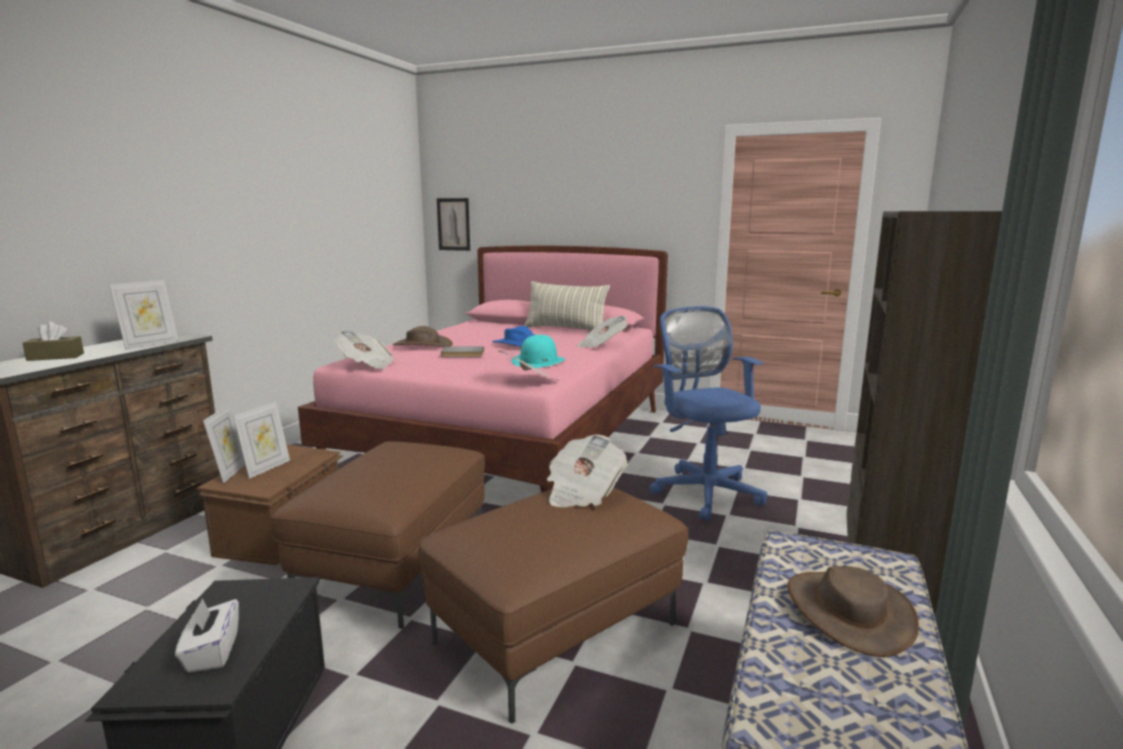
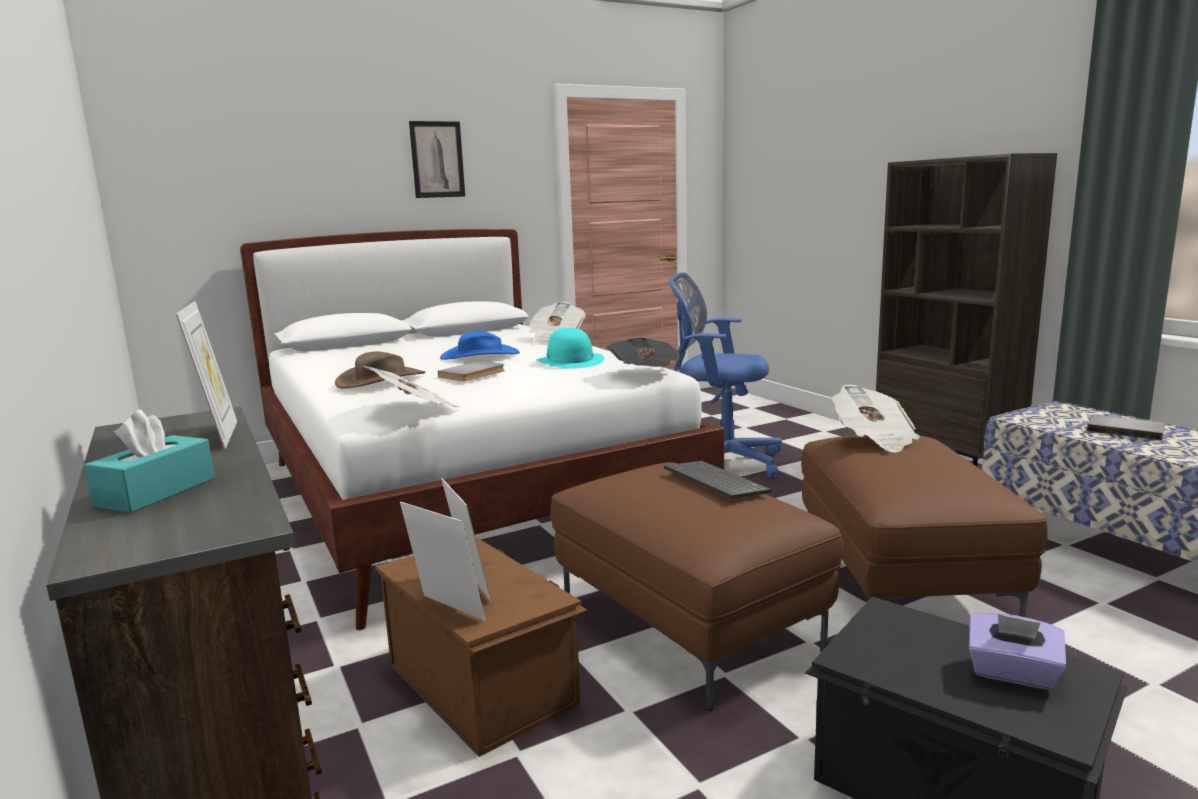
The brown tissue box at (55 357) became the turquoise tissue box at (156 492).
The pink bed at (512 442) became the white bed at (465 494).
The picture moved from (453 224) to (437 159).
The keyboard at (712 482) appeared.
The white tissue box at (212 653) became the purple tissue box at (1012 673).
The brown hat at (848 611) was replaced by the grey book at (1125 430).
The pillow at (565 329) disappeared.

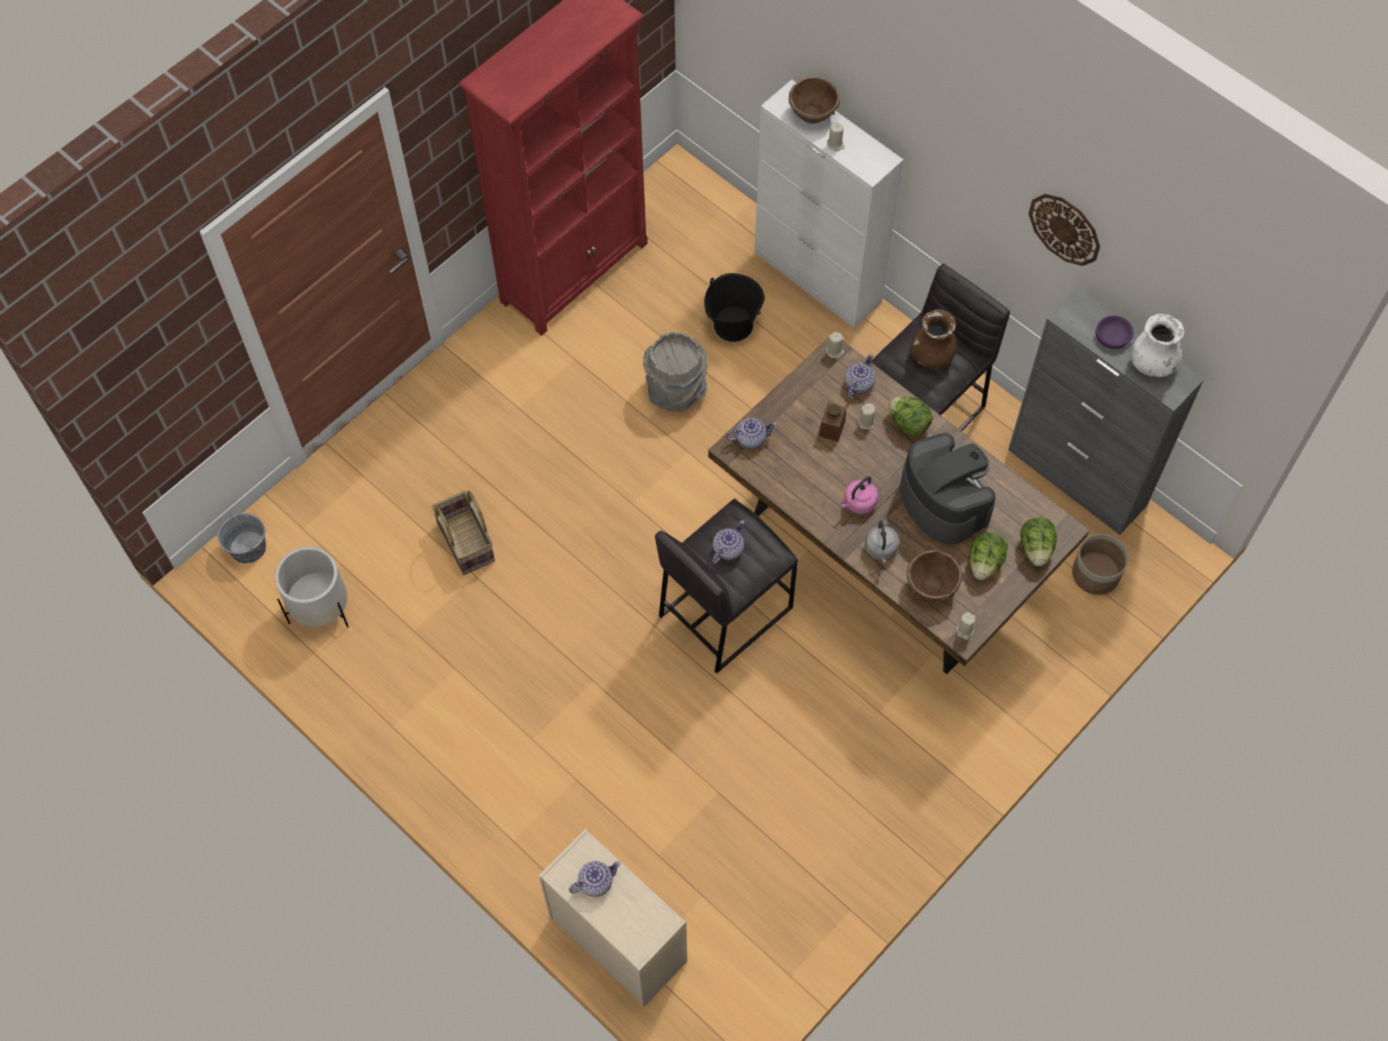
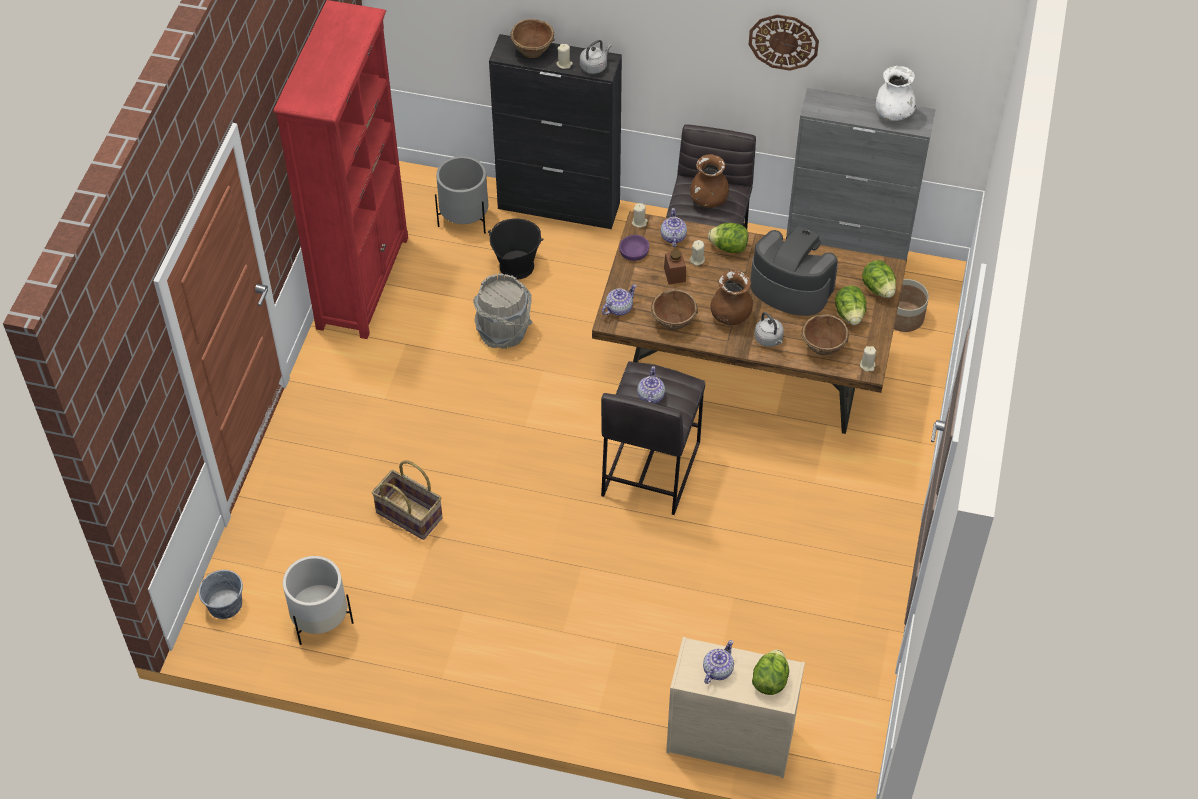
The grey planter at (464 219) appeared.
The white cabinet at (818 278) became the black cabinet at (559 206).
The grey kettle at (594 66) appeared.
The purple bowl moved from (1113 335) to (634 251).
The brown bowl at (673 323) appeared.
The pink kettle at (858 503) was replaced by the brown vase at (730 316).
The lettuce at (770 680) appeared.

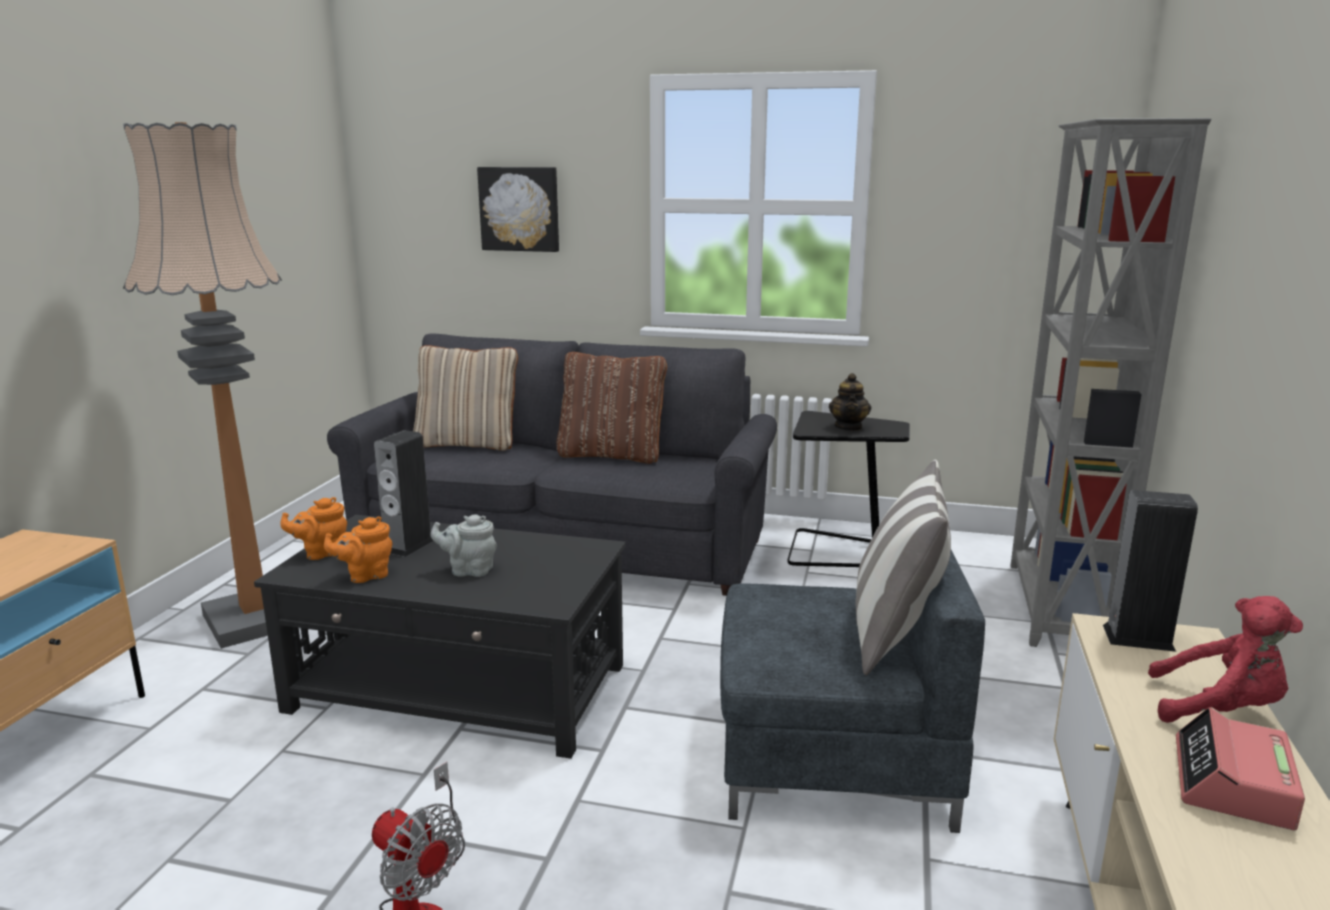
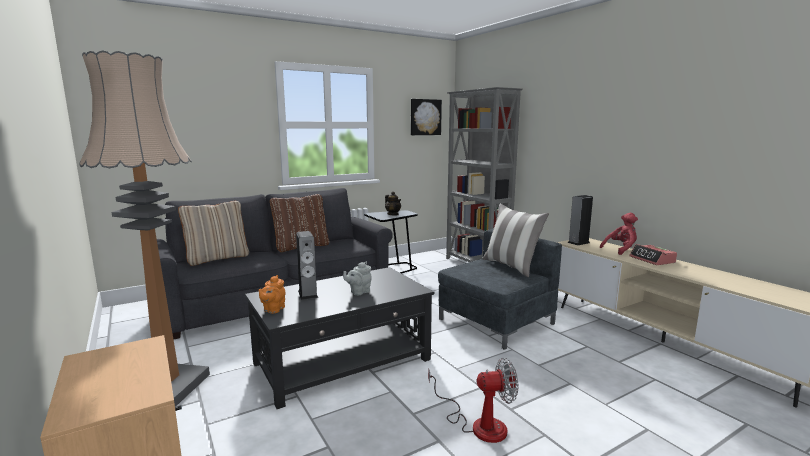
The picture moved from (520 209) to (425 117).
The orange teapot at (365 575) disappeared.

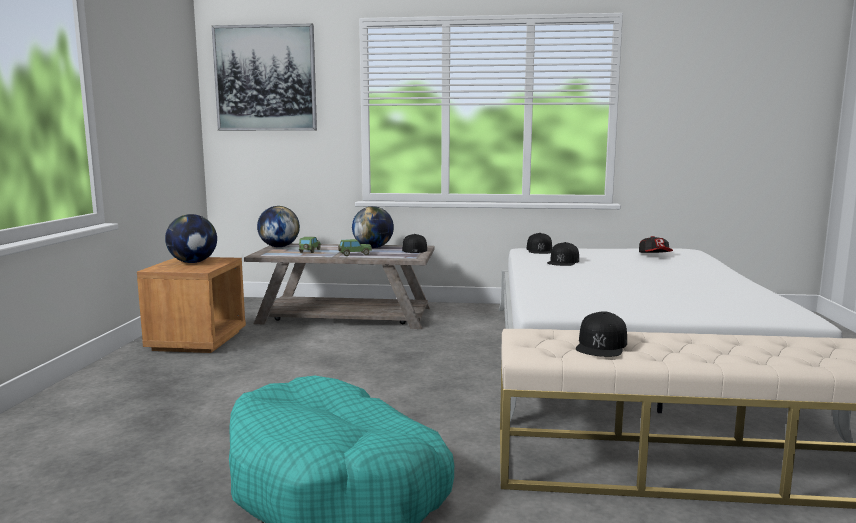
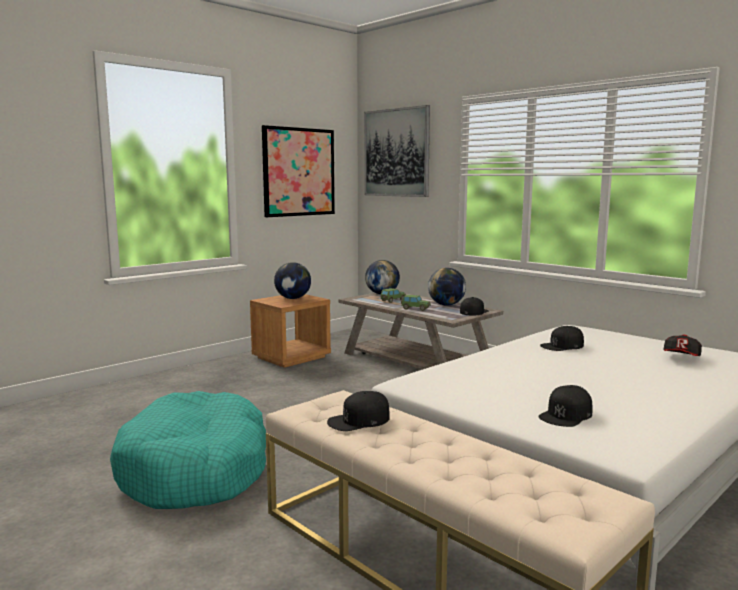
The picture at (299 172) appeared.
The black cap moved from (540 250) to (566 415).

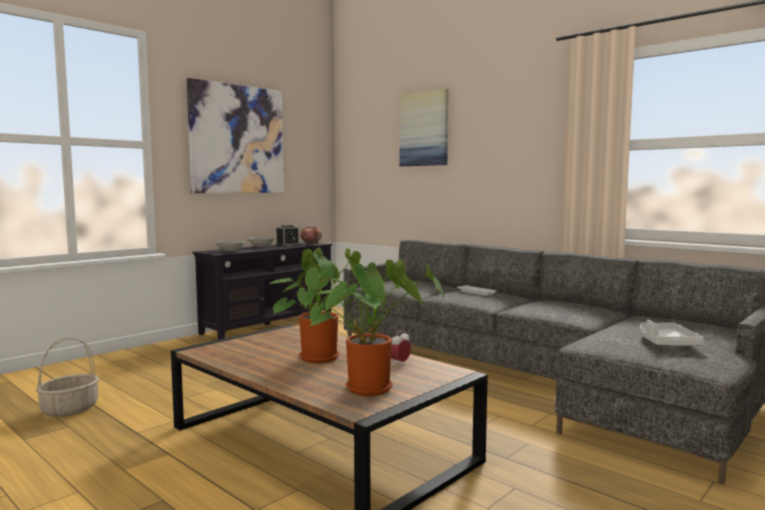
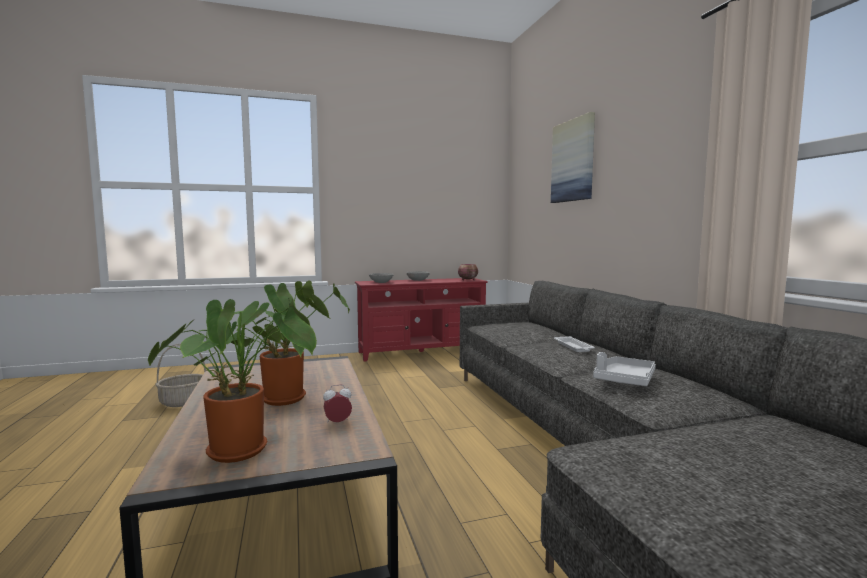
The black tv stand at (268 325) became the red tv stand at (421 352).
The grey tray moved from (666 343) to (624 380).
The picture at (237 139) disappeared.
The alarm clock at (288 245) disappeared.

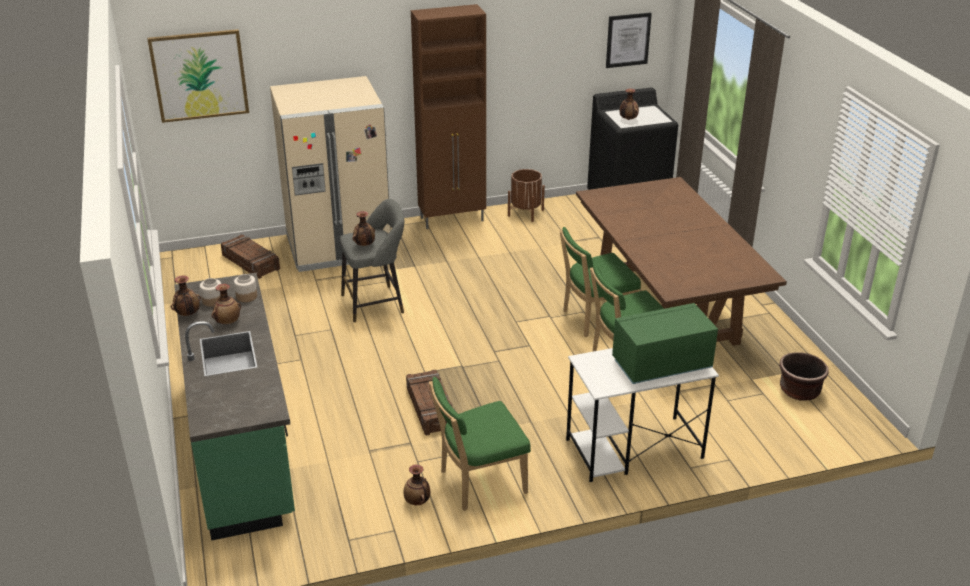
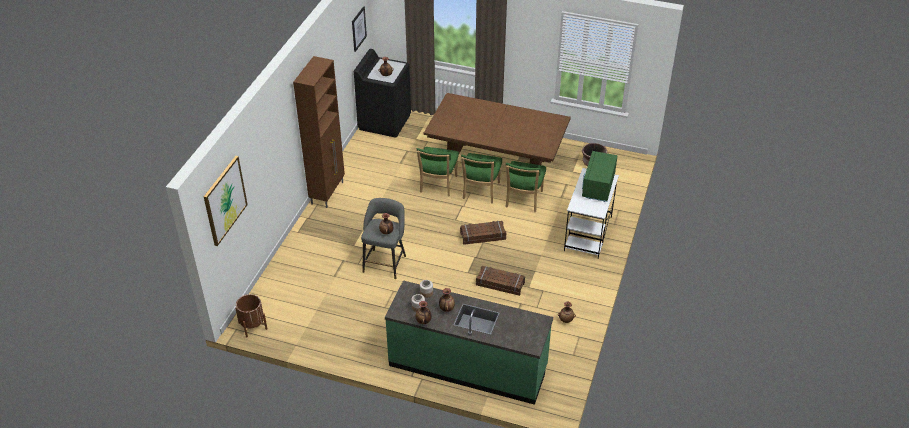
The brown planter moved from (525 213) to (253 326).
The green chair moved from (479 483) to (437 185).
The crate moved from (250 262) to (483 236).
The beige fridge at (338 247) disappeared.

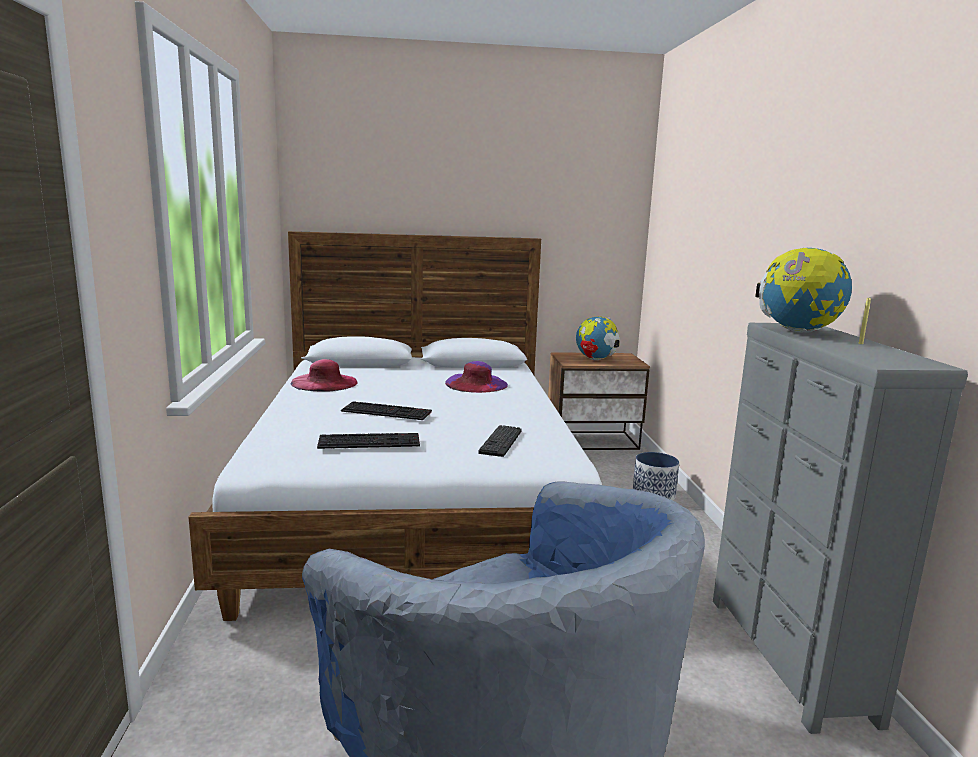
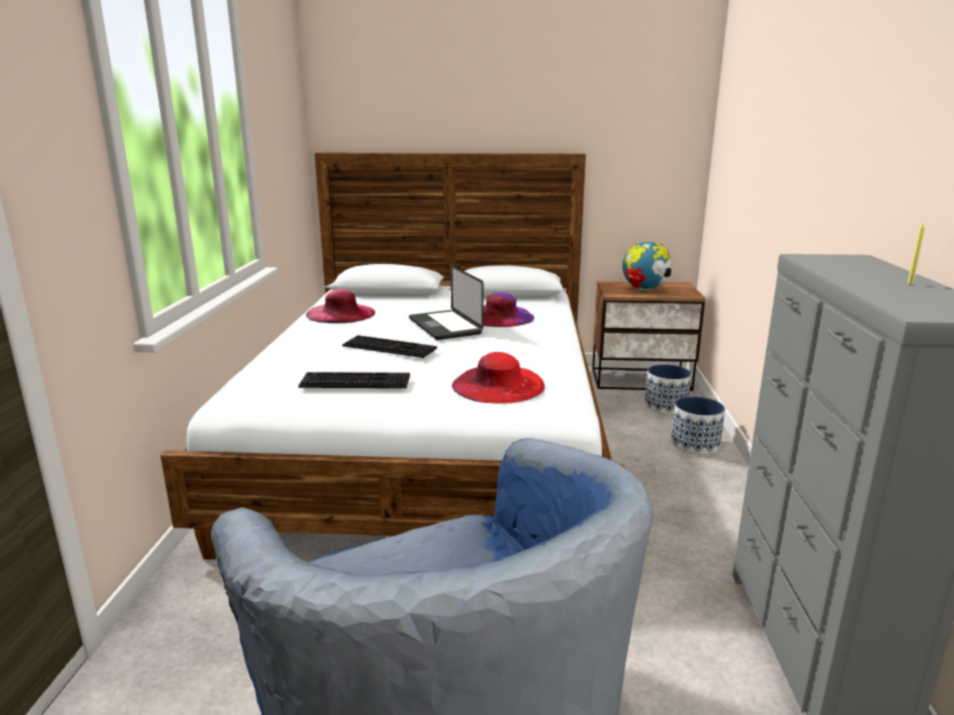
The laptop at (444 326) appeared.
The keyboard at (500 441) was replaced by the red hat at (498 385).
The planter at (666 407) appeared.
The globe at (798 331) disappeared.

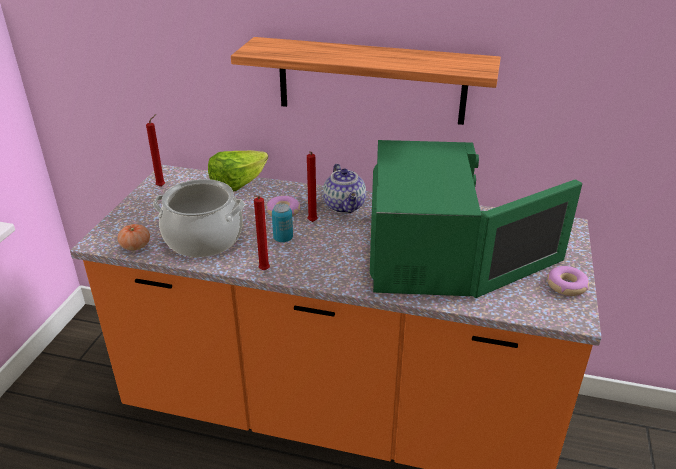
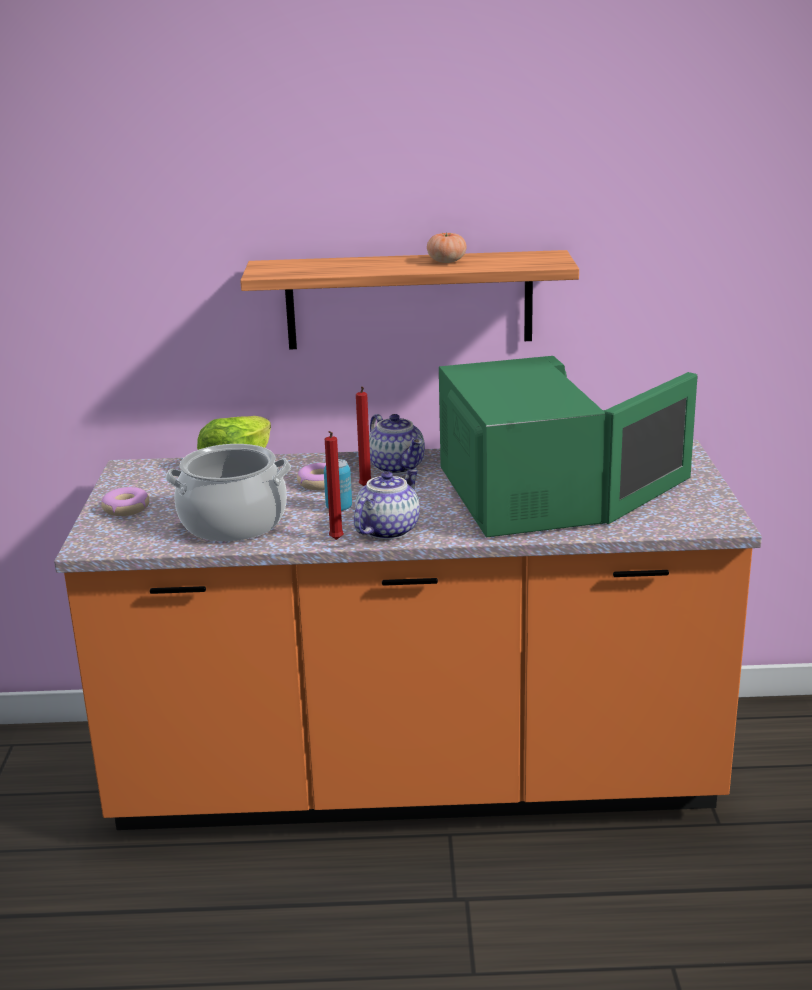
The donut moved from (566 286) to (126 508).
The teapot at (387 530) appeared.
The tomato moved from (135 246) to (446 261).
The red candle at (162 186) disappeared.

